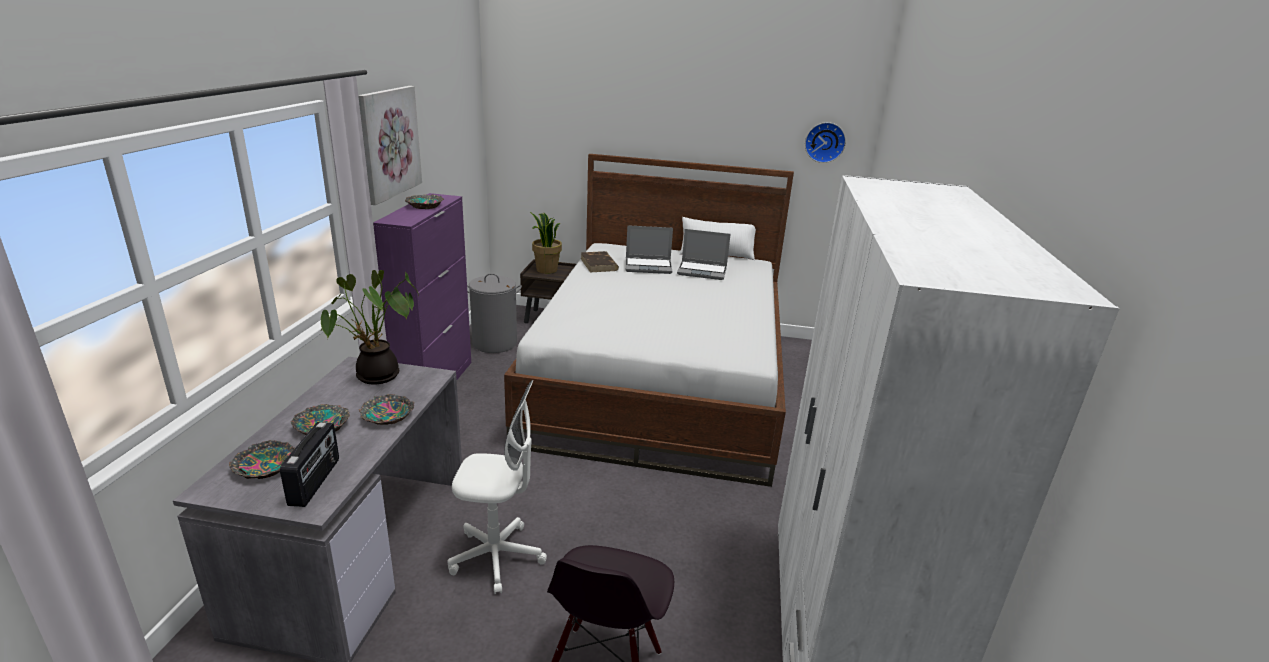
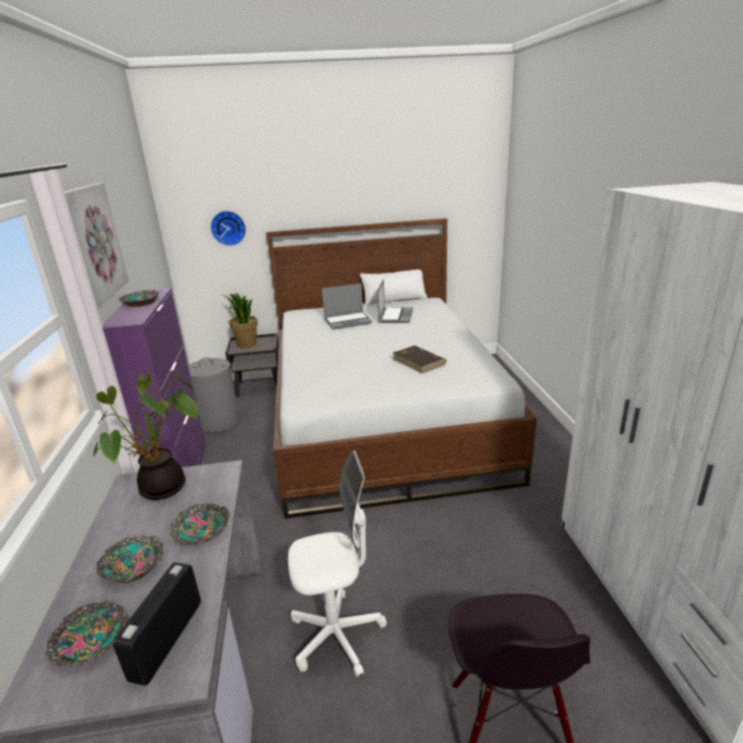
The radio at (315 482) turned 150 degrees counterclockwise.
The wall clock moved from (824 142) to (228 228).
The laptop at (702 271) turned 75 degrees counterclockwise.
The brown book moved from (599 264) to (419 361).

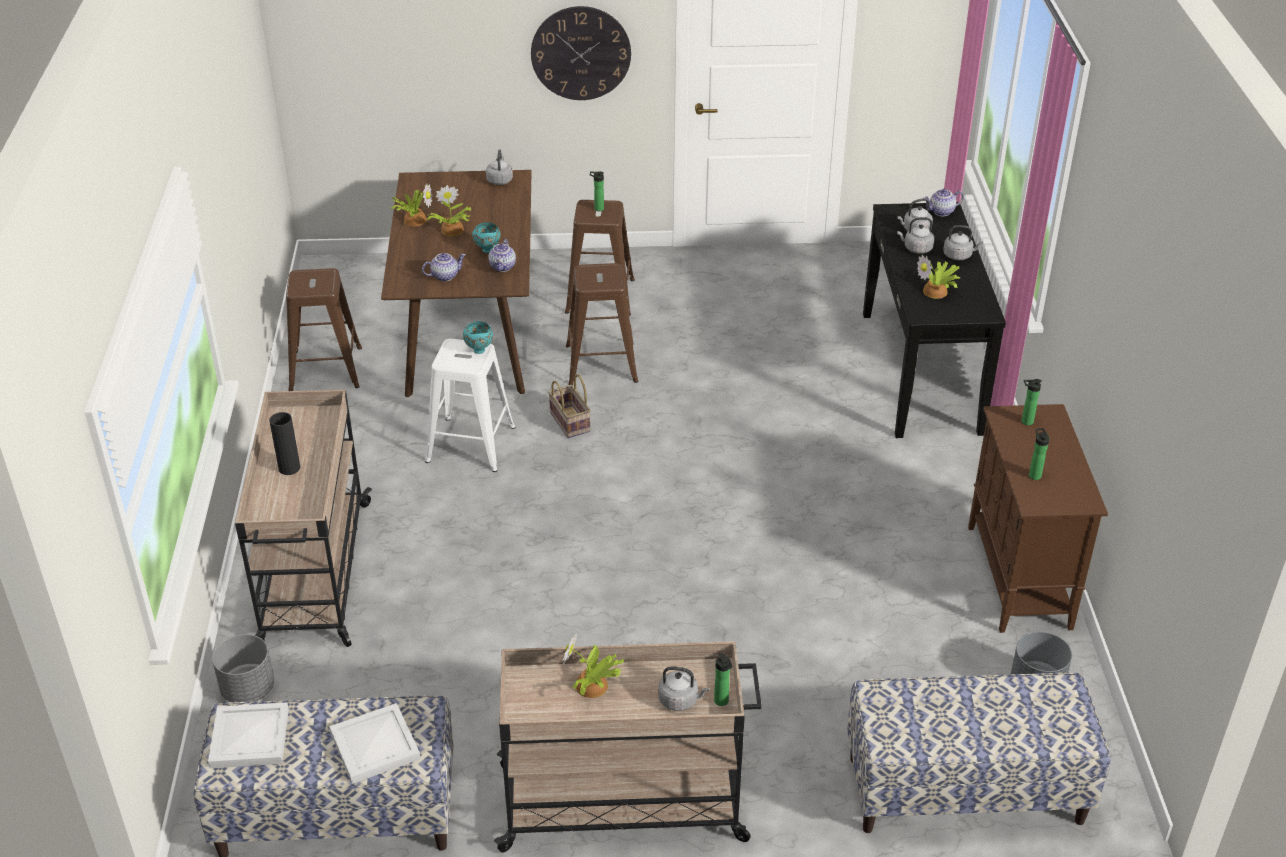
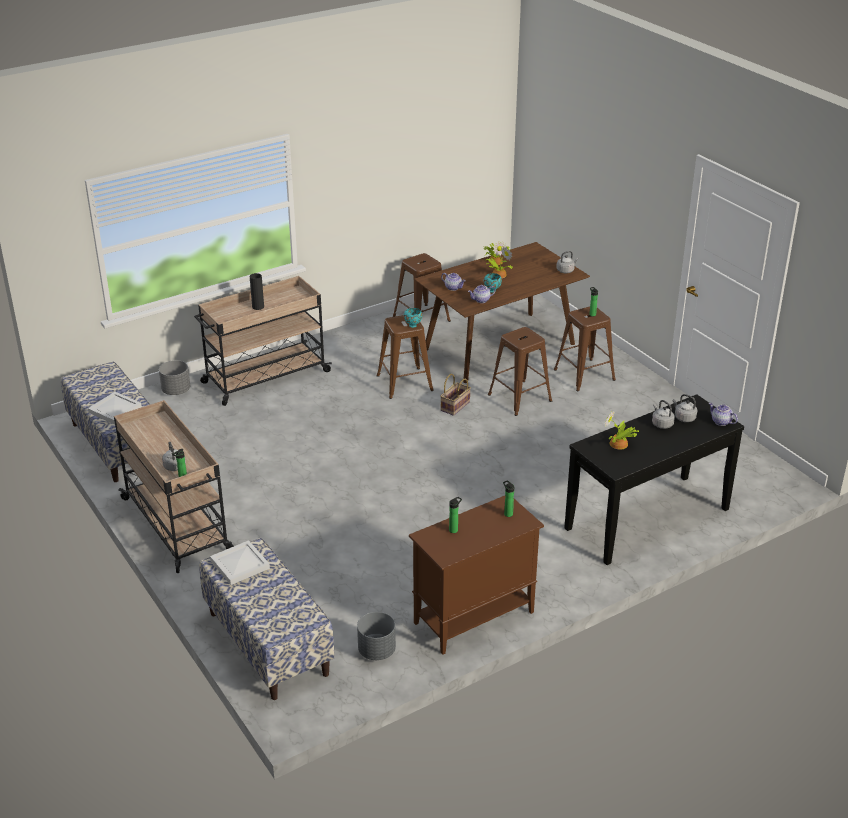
The white tray moved from (251 737) to (241 564).
The white stool at (469 444) became the brown stool at (404 382).
The wall clock at (581 53) disappeared.
The potted plant at (592 687) disappeared.
The grey kettle at (959 255) disappeared.

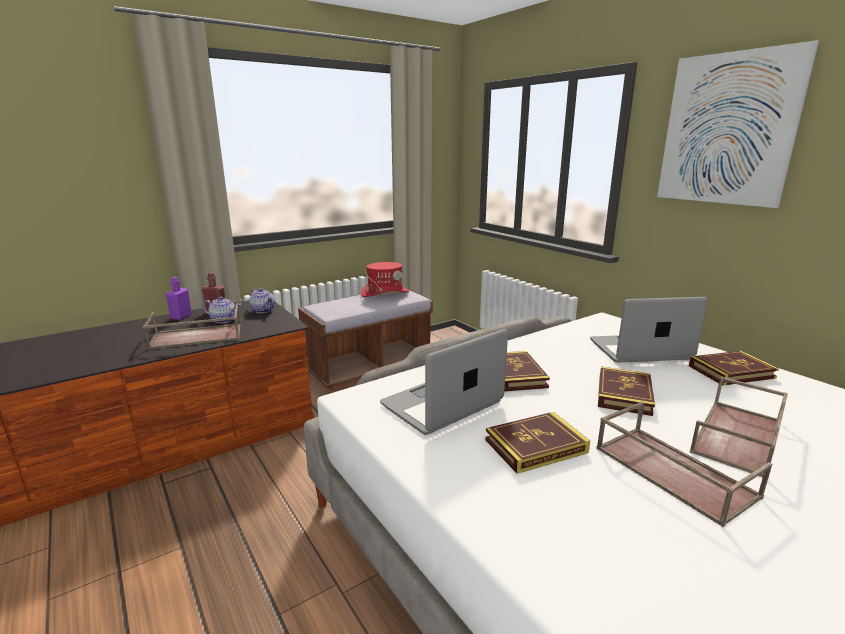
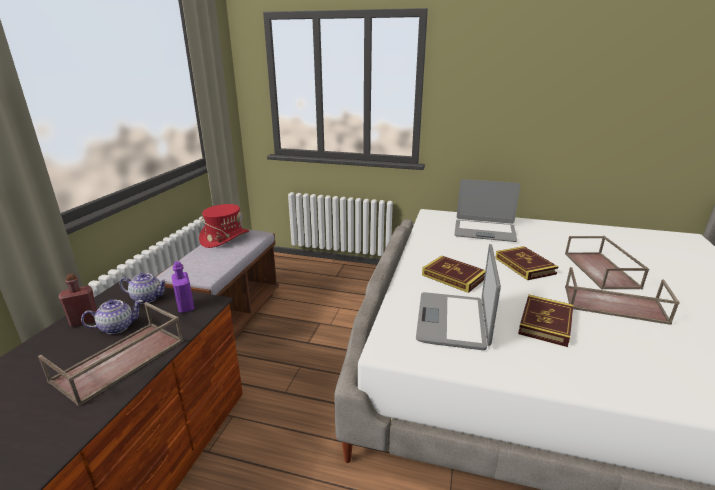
The purple bottle moved from (181 316) to (185 306).
The laptop at (640 350) turned 120 degrees counterclockwise.
The picture at (727 130) disappeared.
The book at (731 372) disappeared.

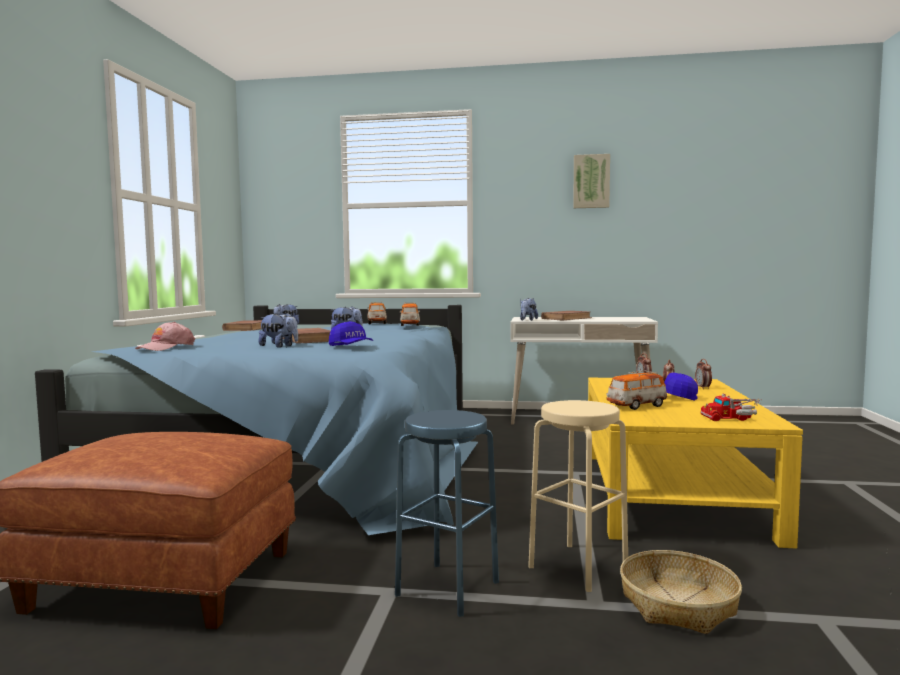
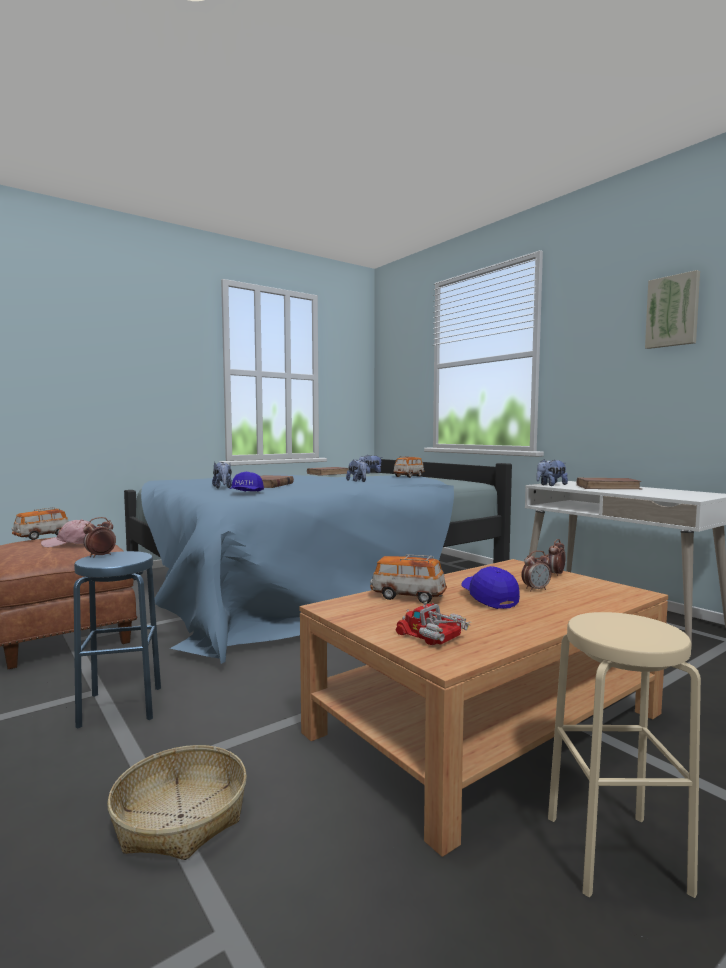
The toy car moved from (410 325) to (42 536).
The pink cap moved from (166 347) to (71 543).
The alarm clock moved from (703 388) to (100 556).
The yellow coffee table at (671 493) became the brown coffee table at (486 724).
The beige stool moved from (578 566) to (616 853).

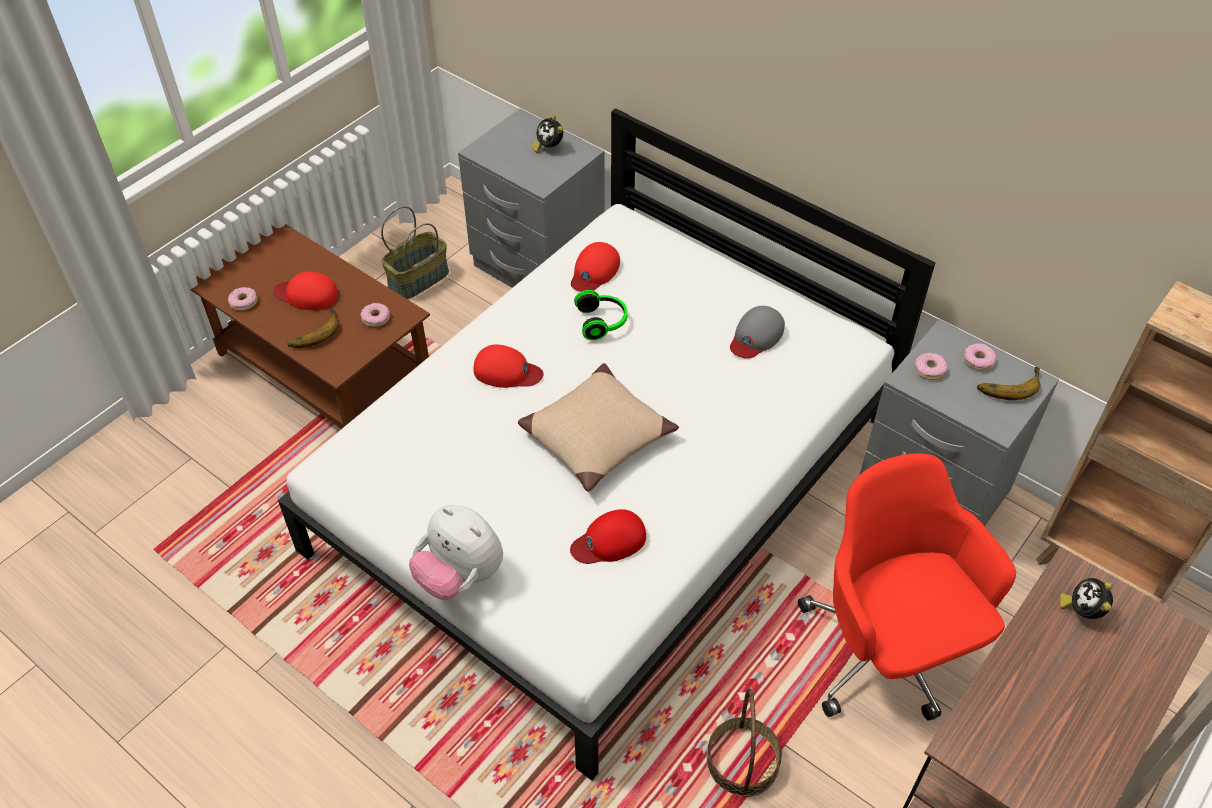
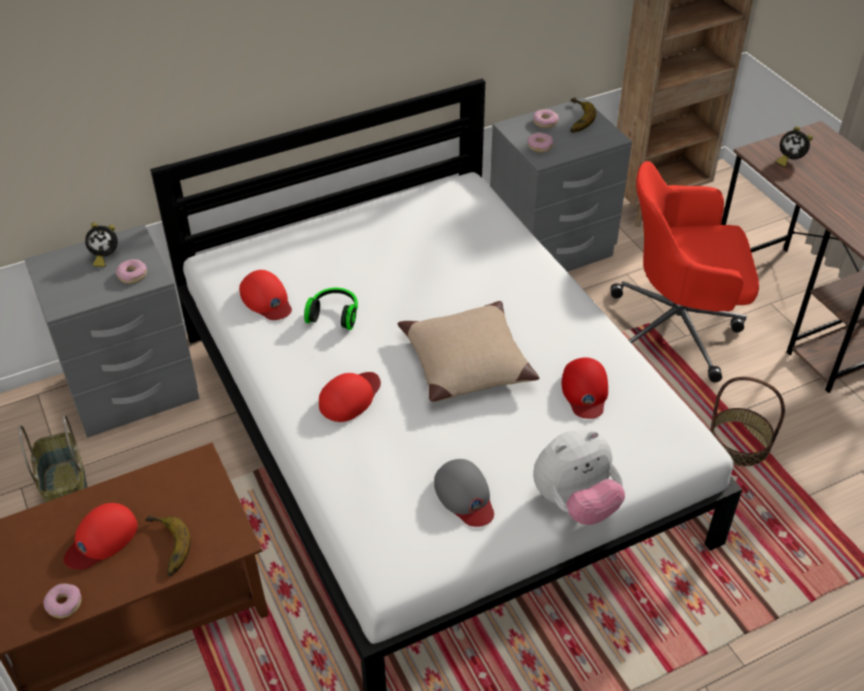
The donut moved from (376 318) to (132 275).
The grey cap moved from (756 336) to (465 496).

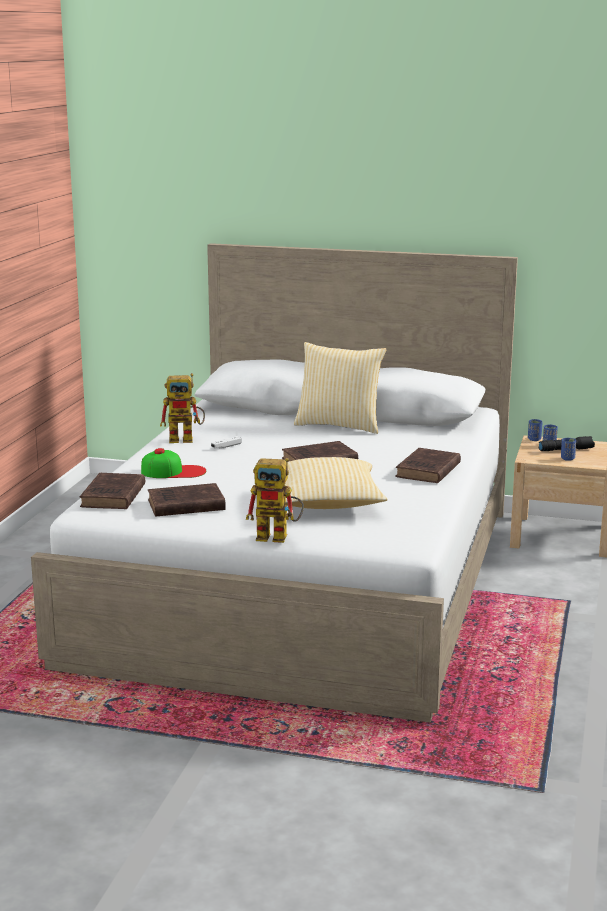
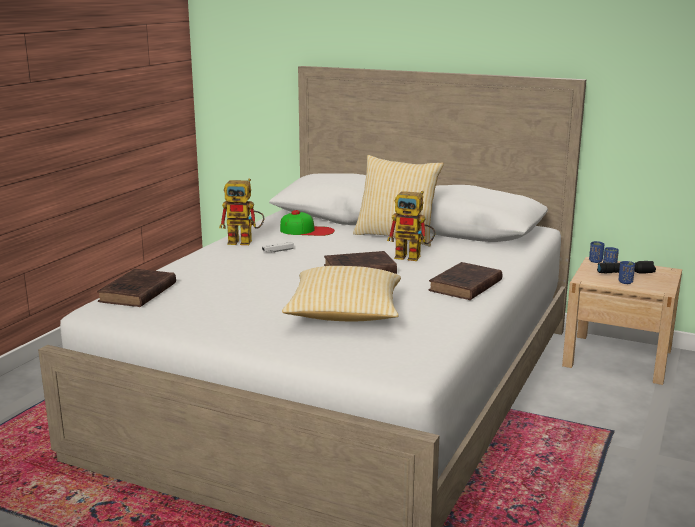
The cap moved from (173 471) to (307 230).
The toy robot moved from (279 537) to (414 257).
The brown book at (184 505) disappeared.

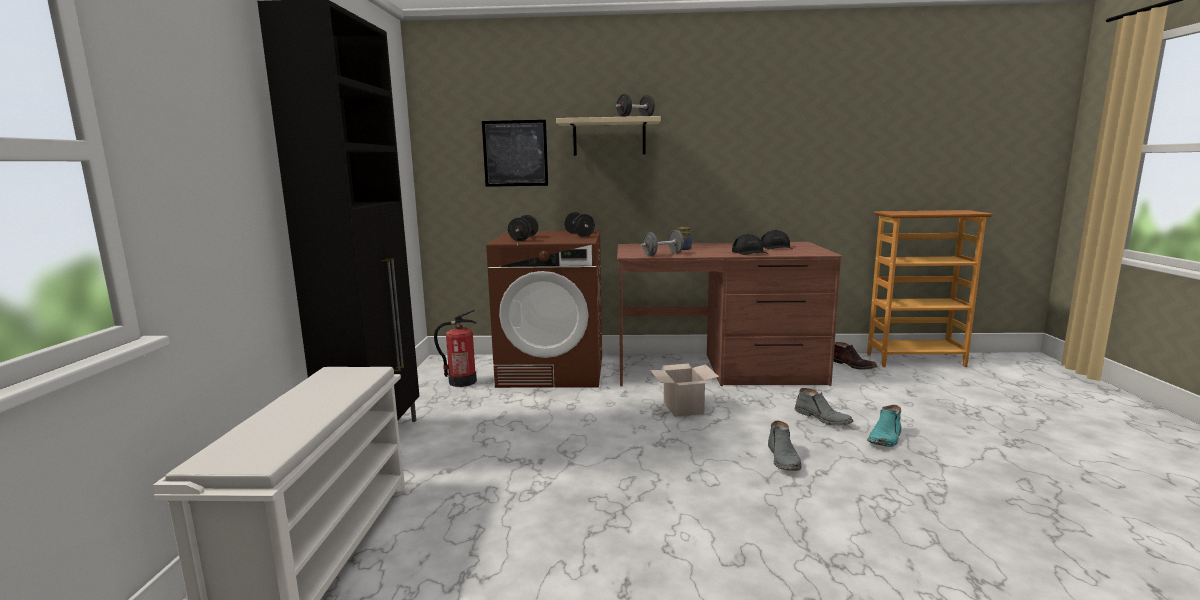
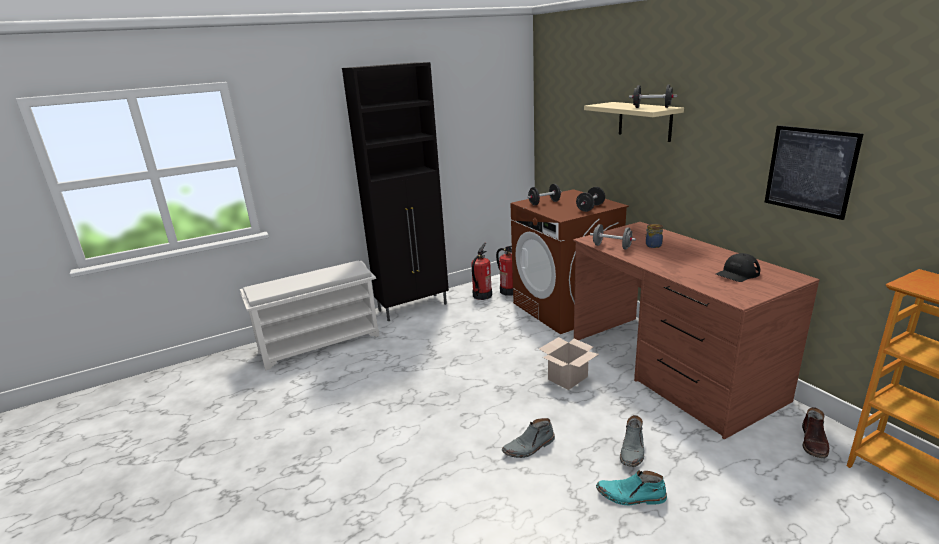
The fire extinguisher at (482 295) appeared.
The picture moved from (515 153) to (810 171).
The black cap at (750 252) disappeared.

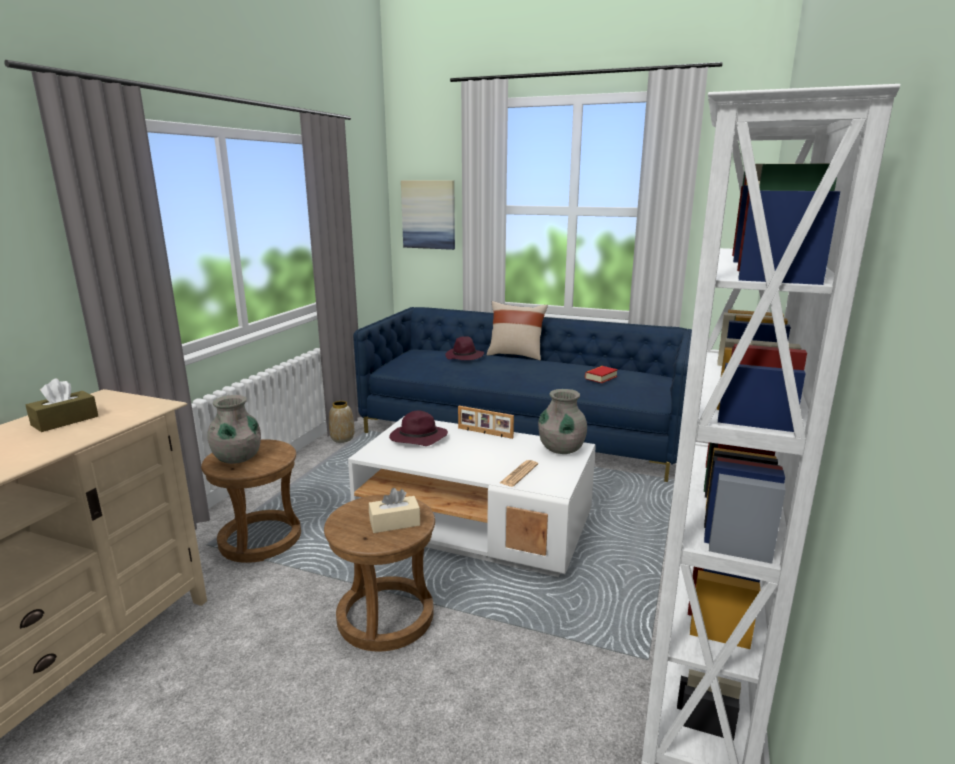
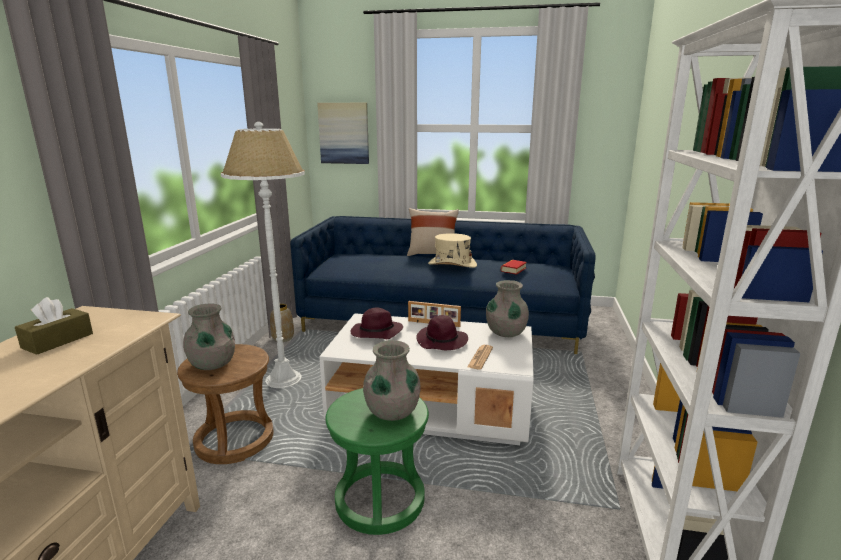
The white floor lamp at (284 380) appeared.
The brown stool at (385 616) became the green stool at (379 500).
The beige tissue box at (394 523) was replaced by the grey vase at (392 412).
The purple hat moved from (465 357) to (442 341).
The beige hat at (452 264) appeared.

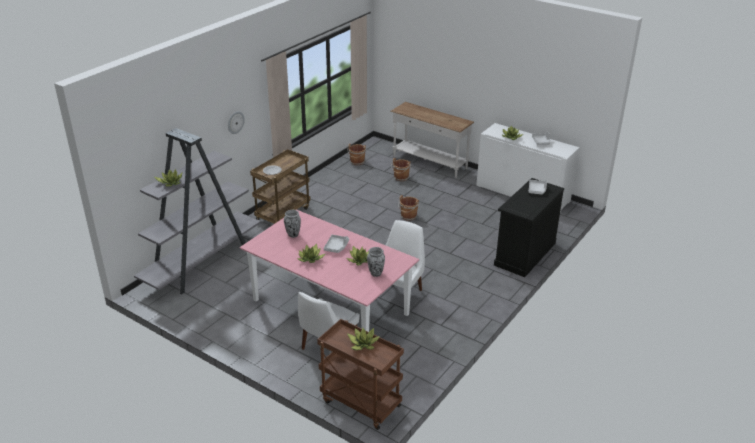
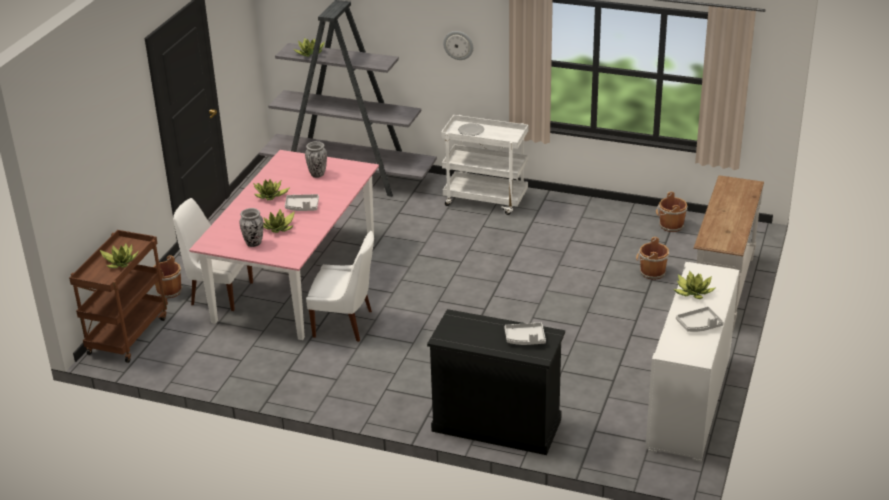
The brown bucket moved from (408 216) to (168 291).
The brown cart at (283 213) became the white cart at (486 200).

